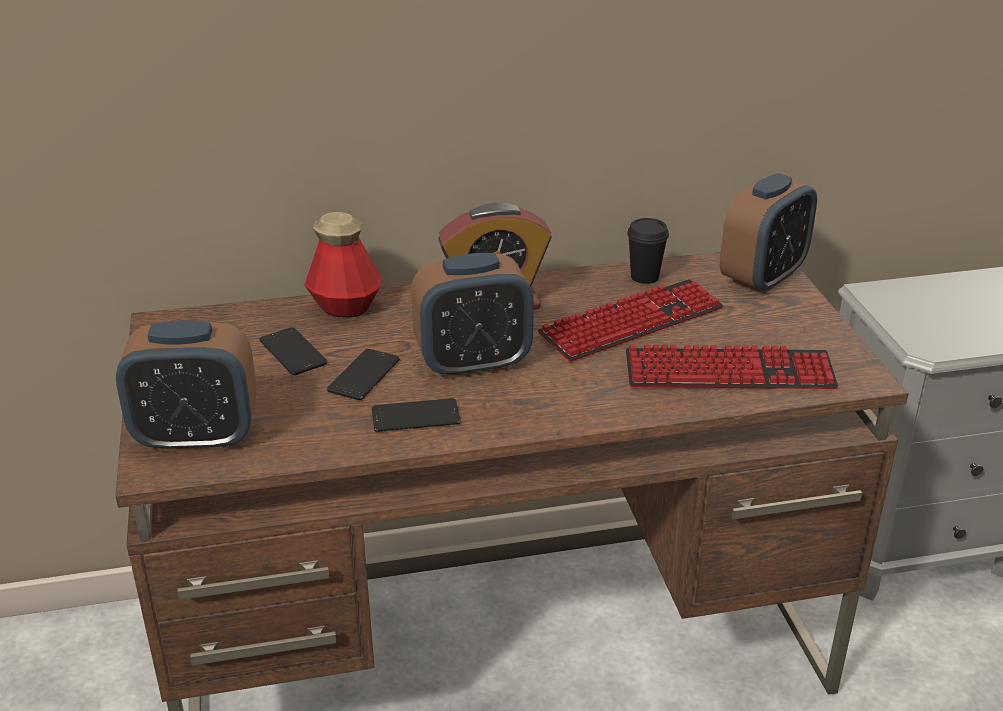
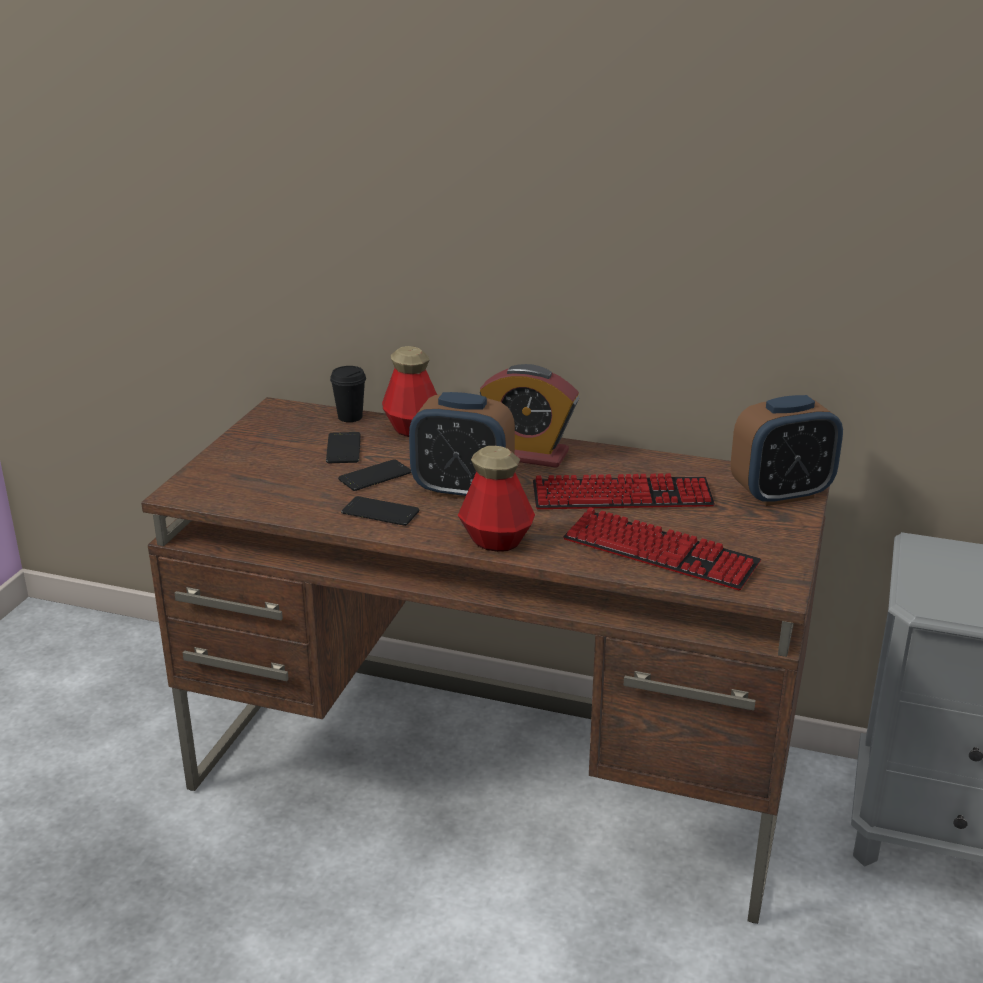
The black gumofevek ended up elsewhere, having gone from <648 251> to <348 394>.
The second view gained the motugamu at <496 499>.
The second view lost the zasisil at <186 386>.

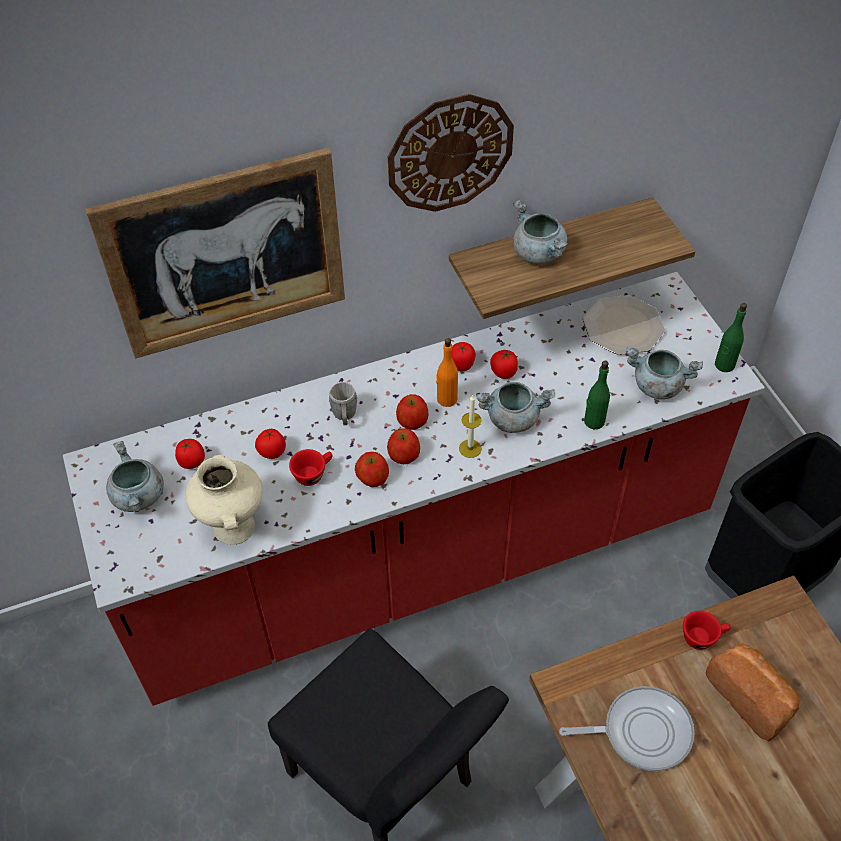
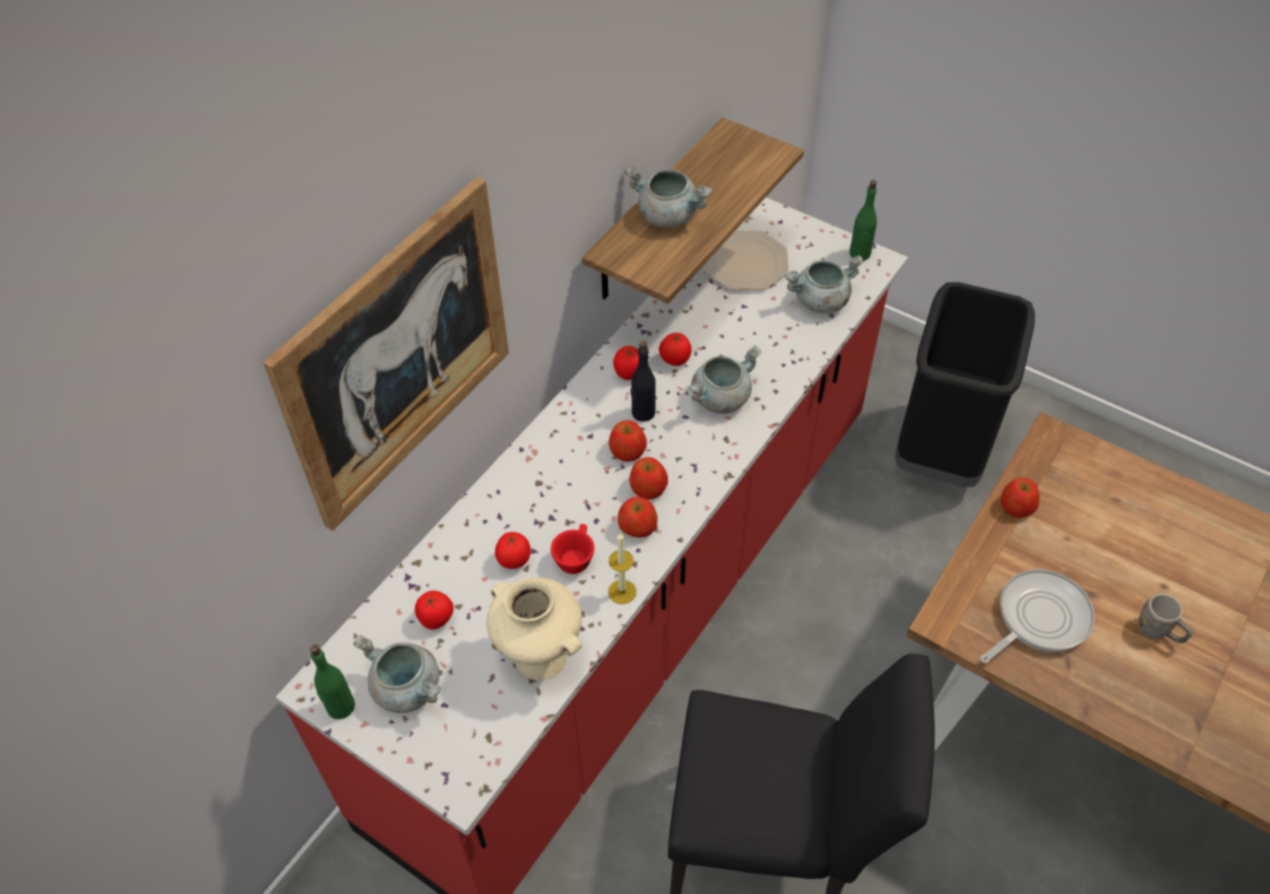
The green motugamu ended up elsewhere, having gone from <597 395> to <332 682>.
The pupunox ended up elsewhere, having gone from <470 426> to <622 568>.
What was the orange motugamu at <447 372> turned into the black motugamu at <643 381>.
Where the red gumofevek stood at <707 630>, the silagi came to stand at <1020 498>.
The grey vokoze ended up elsewhere, having gone from <343 403> to <1165 618>.
The second view lost the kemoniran at <451 153>.
The second view lost the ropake at <753 692>.

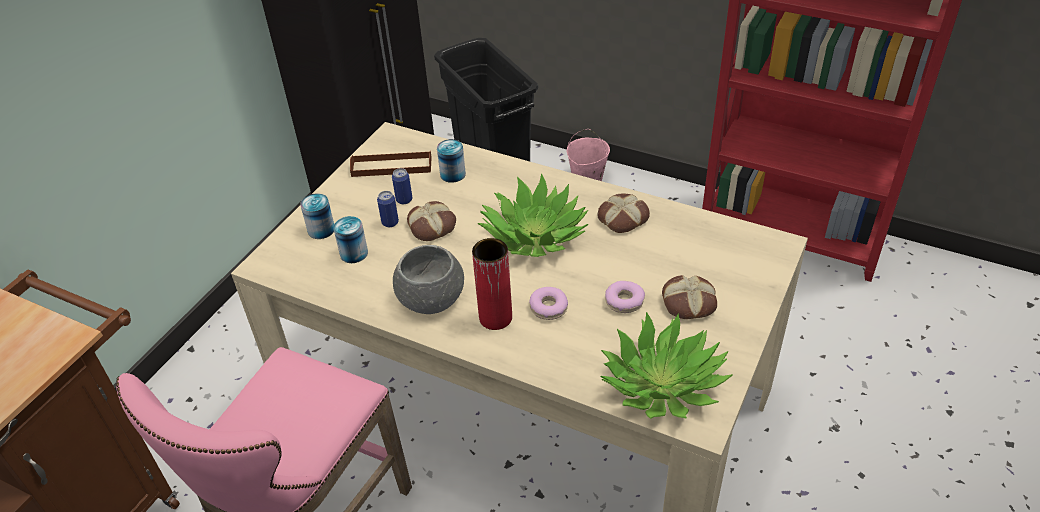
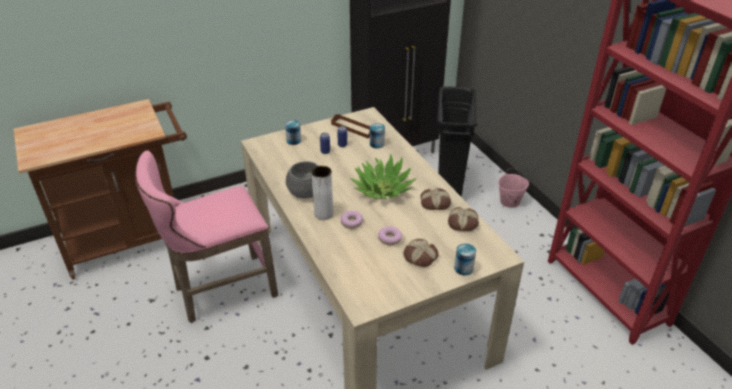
What was the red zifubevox at <492 284> turned into the white zifubevox at <322 193>.
The ropake ended up elsewhere, having gone from <431 221> to <463 219>.
The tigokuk ended up elsewhere, having gone from <350 239> to <465 259>.
The second view lost the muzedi at <666 365>.

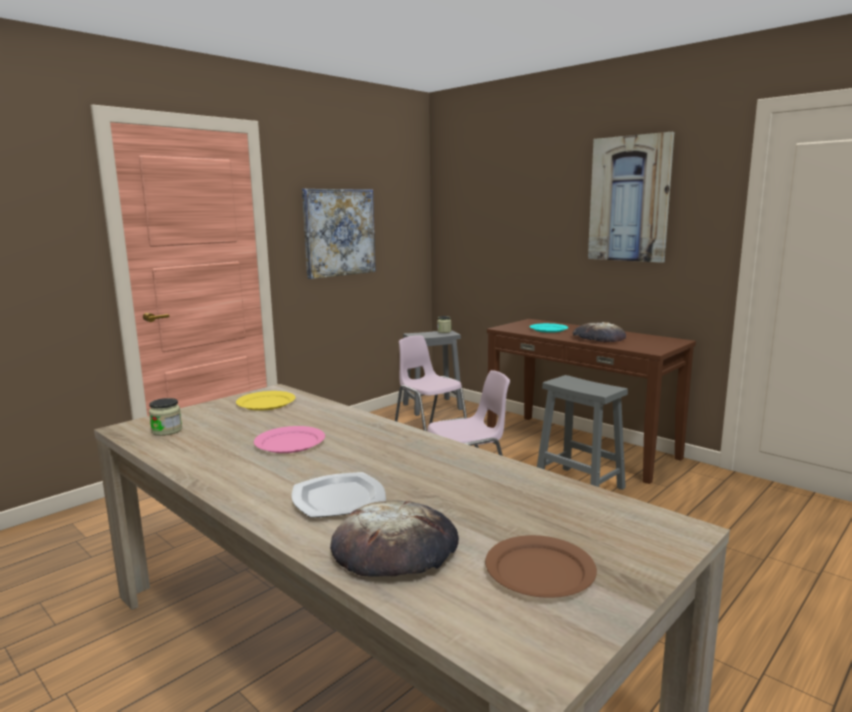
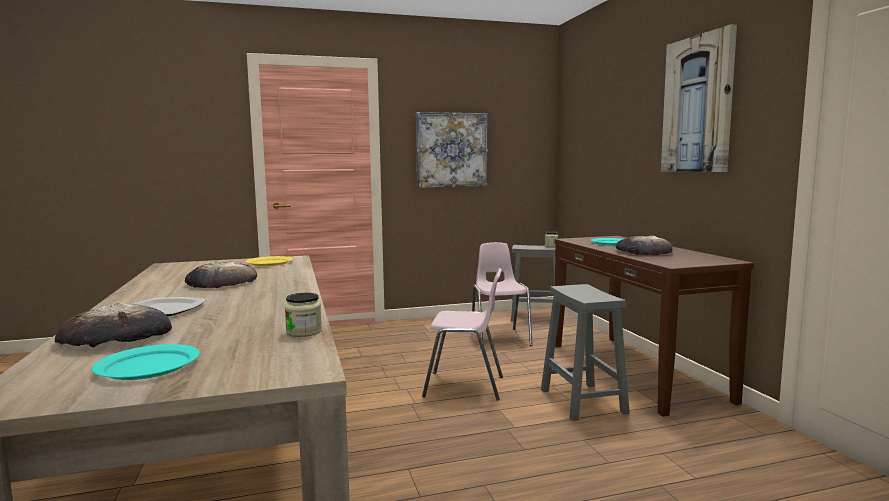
What was the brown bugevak at <541 566> turned into the turquoise bugevak at <145 362>.
Where the pink bugevak stood at <289 439>, the ropake came to stand at <221 274>.
The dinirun ended up elsewhere, having gone from <165 417> to <303 315>.

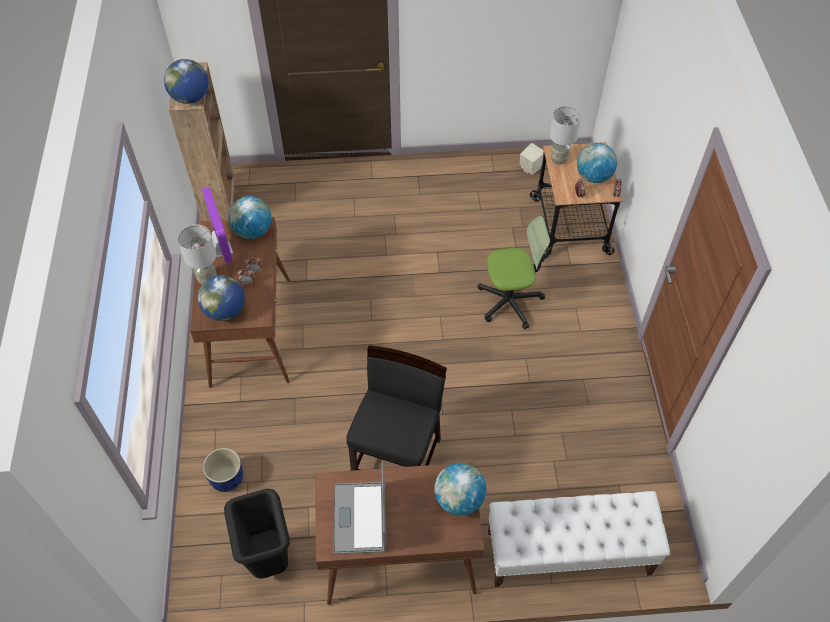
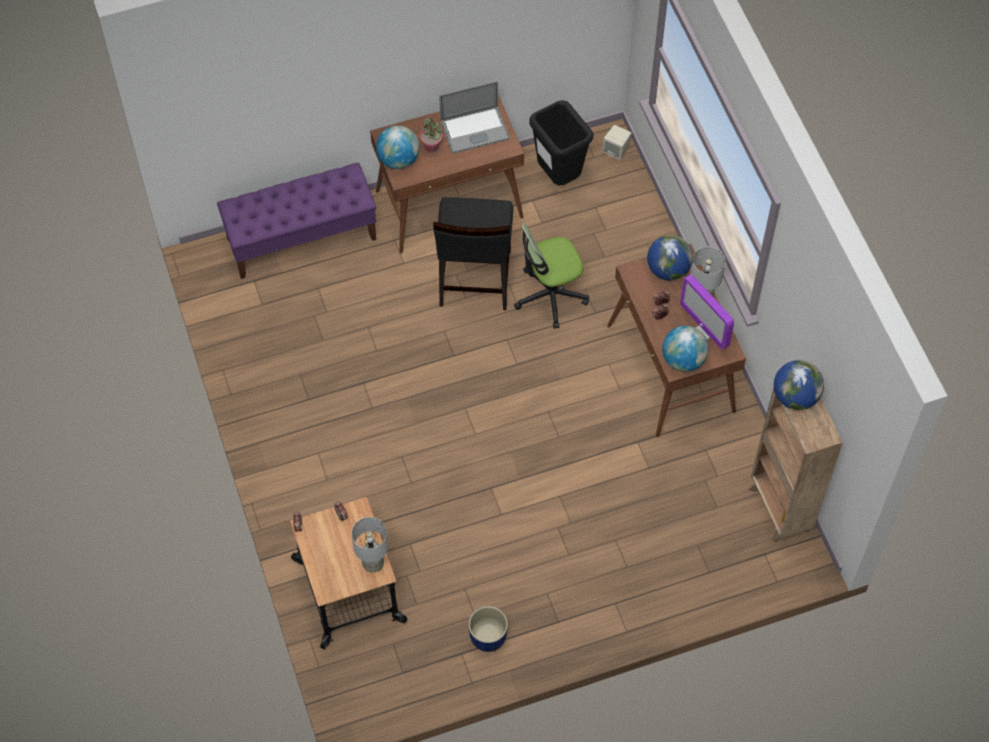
What was the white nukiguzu at <579 539> turned into the purple nukiguzu at <296 221>.
The second view gained the muzedi at <431 135>.
The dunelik at <360 508> ended up facing another way, 90 degrees clockwise from before.
The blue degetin ended up elsewhere, having gone from <223 470> to <488 629>.
The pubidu ended up elsewhere, having gone from <513 272> to <551 276>.
The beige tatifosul ended up elsewhere, having gone from <532 159> to <617 142>.
The second view lost the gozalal at <597 163>.

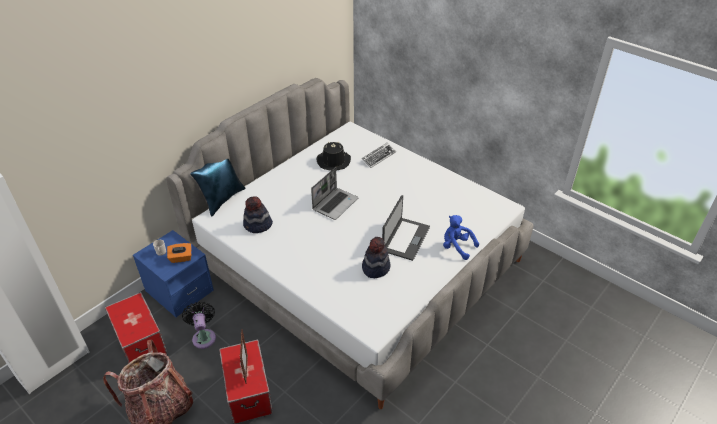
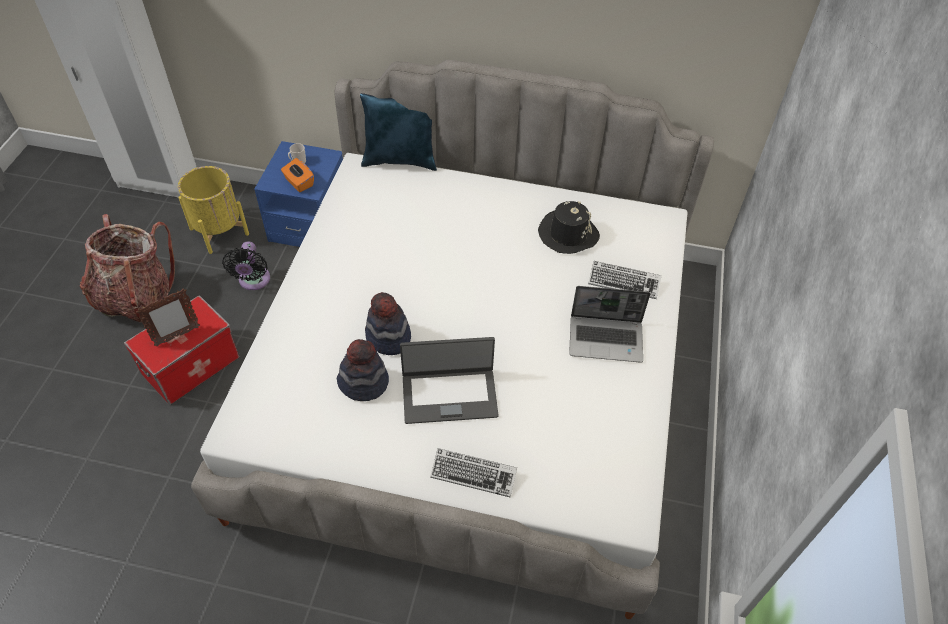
Where the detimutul stood at <136 327>, the yellow degetin came to stand at <213 210>.
The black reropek at <199 325> ended up facing another way, 135 degrees clockwise from before.
The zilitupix ended up elsewhere, having gone from <258 214> to <388 323>.
Where the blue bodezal stood at <461 237>, the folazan came to stand at <473 472>.
The dunelik ended up elsewhere, having gone from <335 193> to <609 324>.

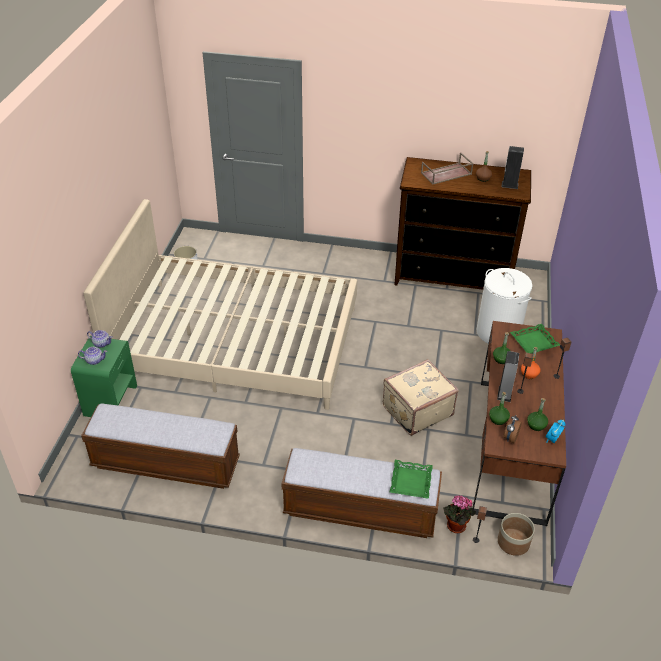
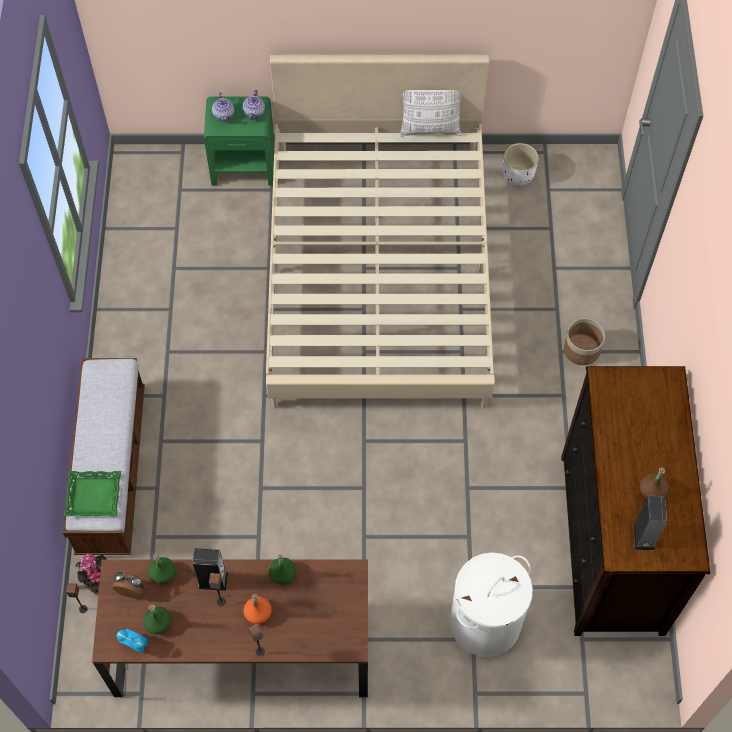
The second view gained the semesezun at <431 113>.
The degetin ended up elsewhere, having gone from <516 534> to <584 341>.
The second view lost the nukiguzu at <160 446>.
The second view lost the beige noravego at <421 397>.
The second view lost the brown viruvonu at <447 168>.
The second view lost the green viruvonu at <535 339>.

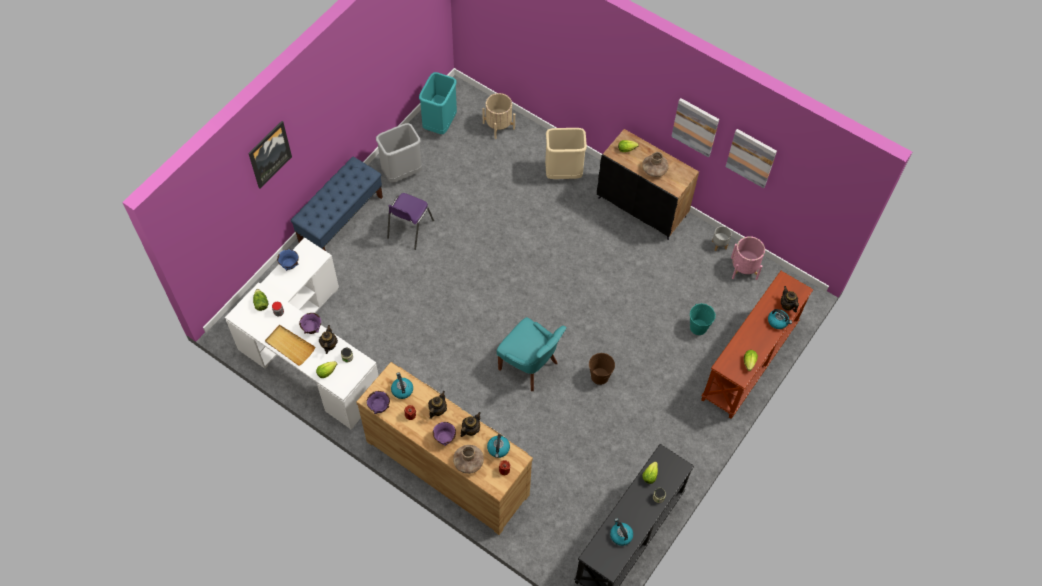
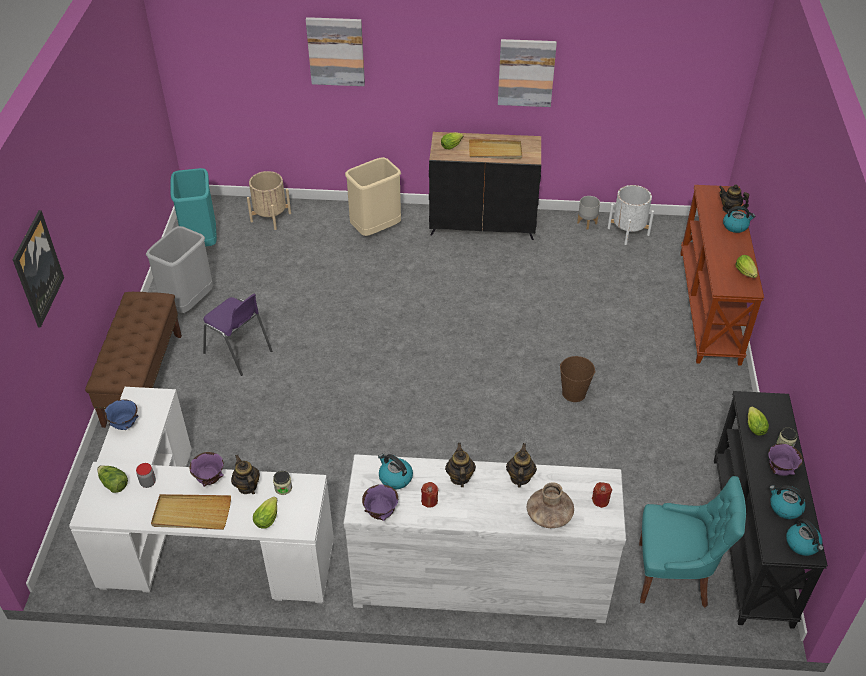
What was the blue nukiguzu at <337 204> turned into the brown nukiguzu at <133 360>.
The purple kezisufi at <410 221> ended up facing another way, 45 degrees counterclockwise from before.
The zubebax ended up elsewhere, having gone from <751 158> to <335 51>.
What was the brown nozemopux at <444 448> turned into the white nozemopux at <484 538>.
Where the brown zifubevox stood at <655 164>, the beige viruvonu came to stand at <495 149>.
What was the pink degetin at <748 258> turned into the white degetin at <631 215>.
The turquoise kezisufi ended up elsewhere, having gone from <532 354> to <692 541>.
The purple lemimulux ended up elsewhere, having gone from <444 434> to <785 460>.
The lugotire ended up elsewhere, having gone from <498 446> to <805 537>.
The second view lost the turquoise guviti at <703 319>.

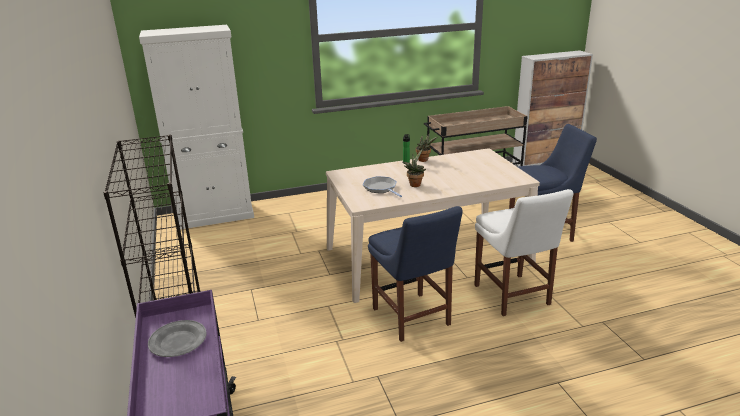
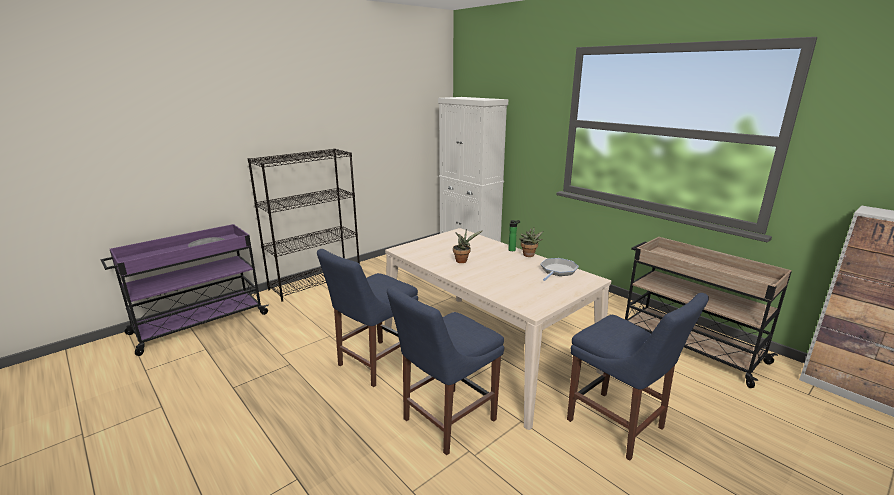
What was the white kezisufi at <524 252> turned into the blue kezisufi at <445 370>.
The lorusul ended up elsewhere, having gone from <382 186> to <559 269>.

